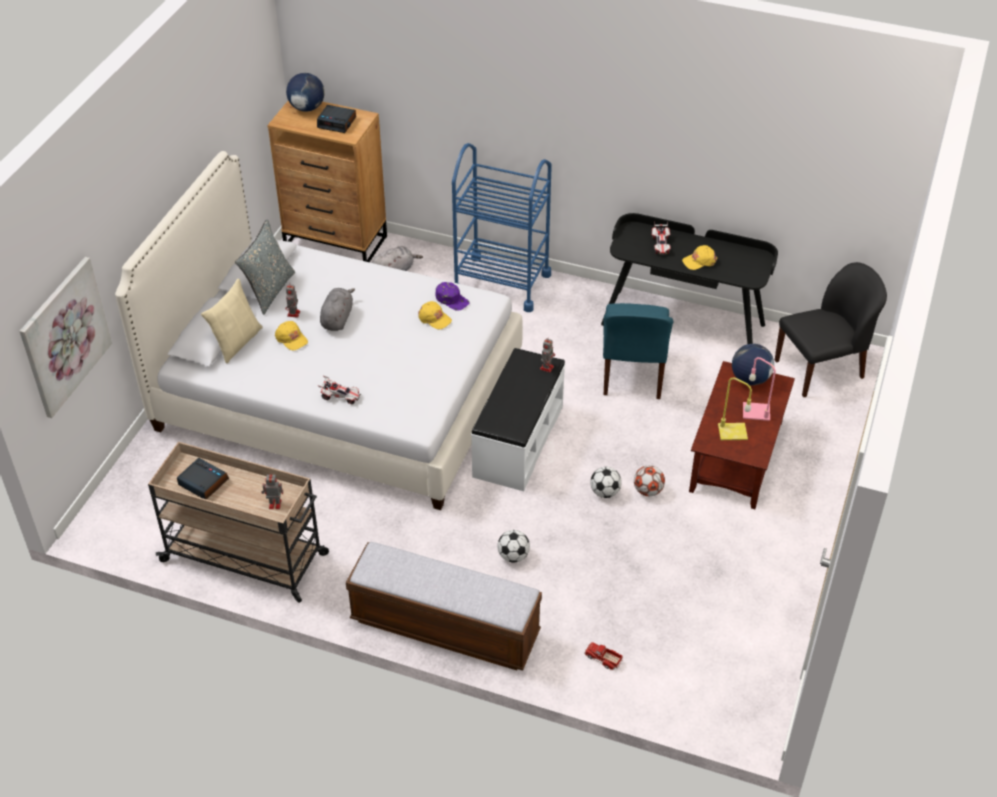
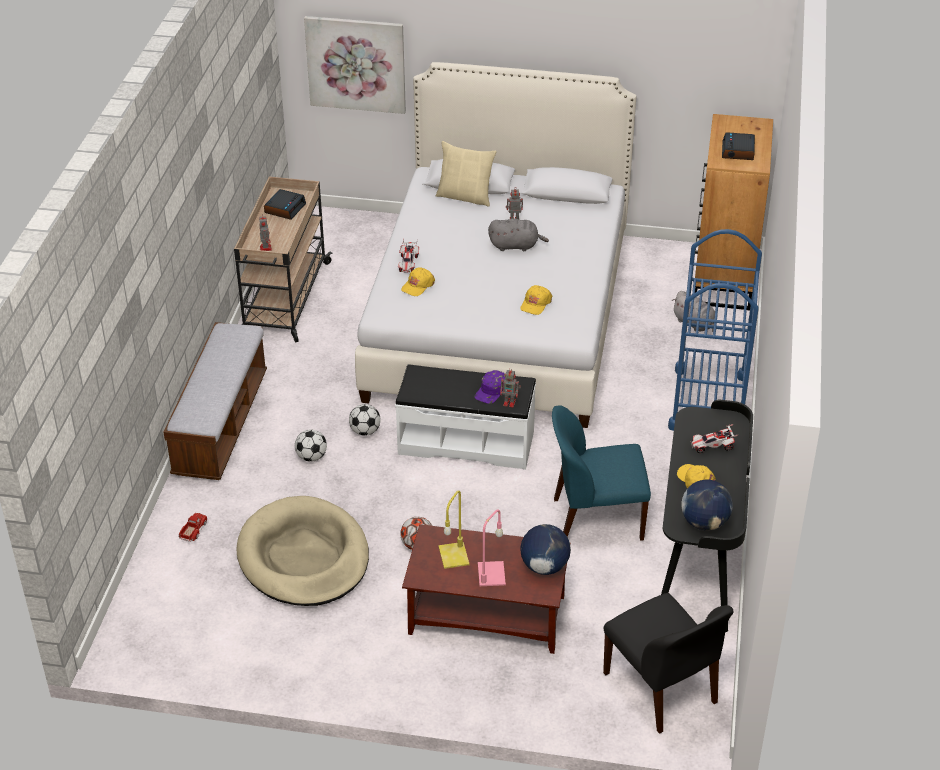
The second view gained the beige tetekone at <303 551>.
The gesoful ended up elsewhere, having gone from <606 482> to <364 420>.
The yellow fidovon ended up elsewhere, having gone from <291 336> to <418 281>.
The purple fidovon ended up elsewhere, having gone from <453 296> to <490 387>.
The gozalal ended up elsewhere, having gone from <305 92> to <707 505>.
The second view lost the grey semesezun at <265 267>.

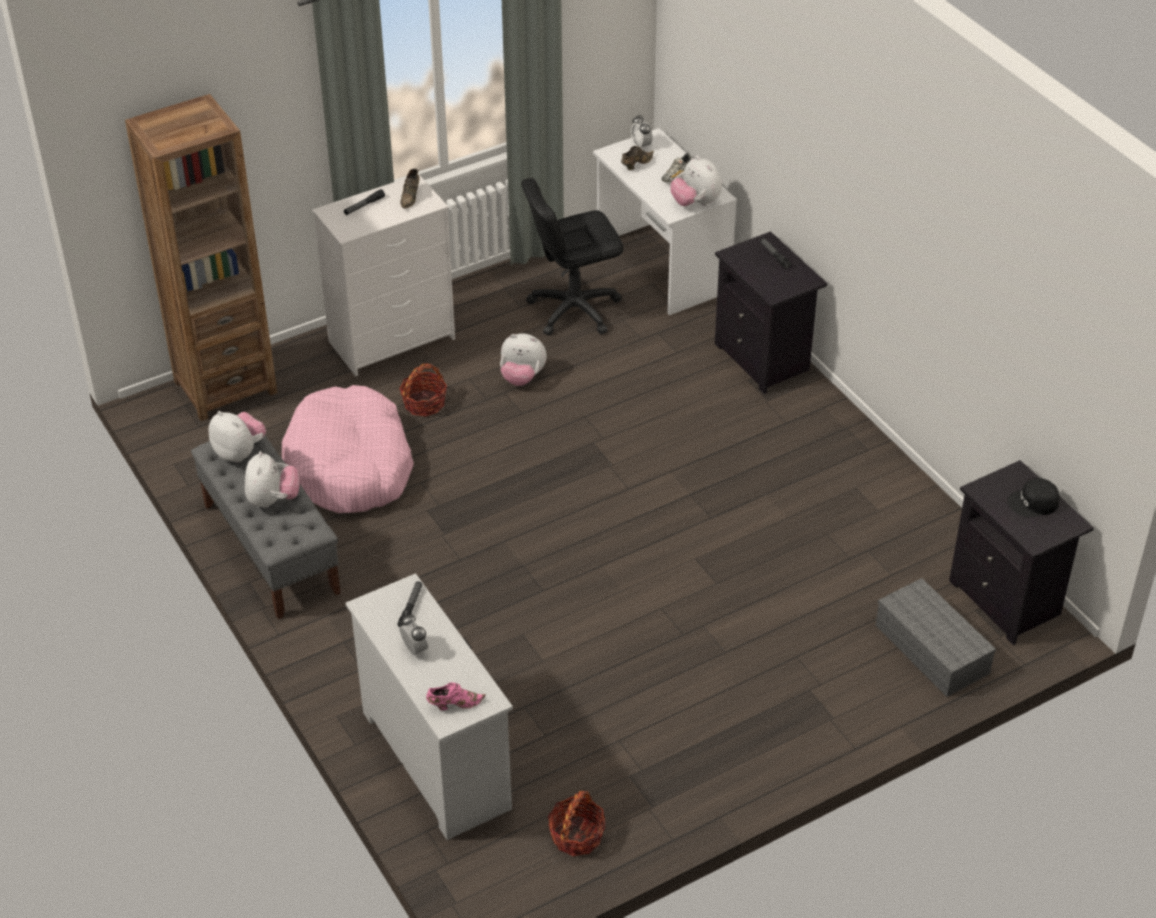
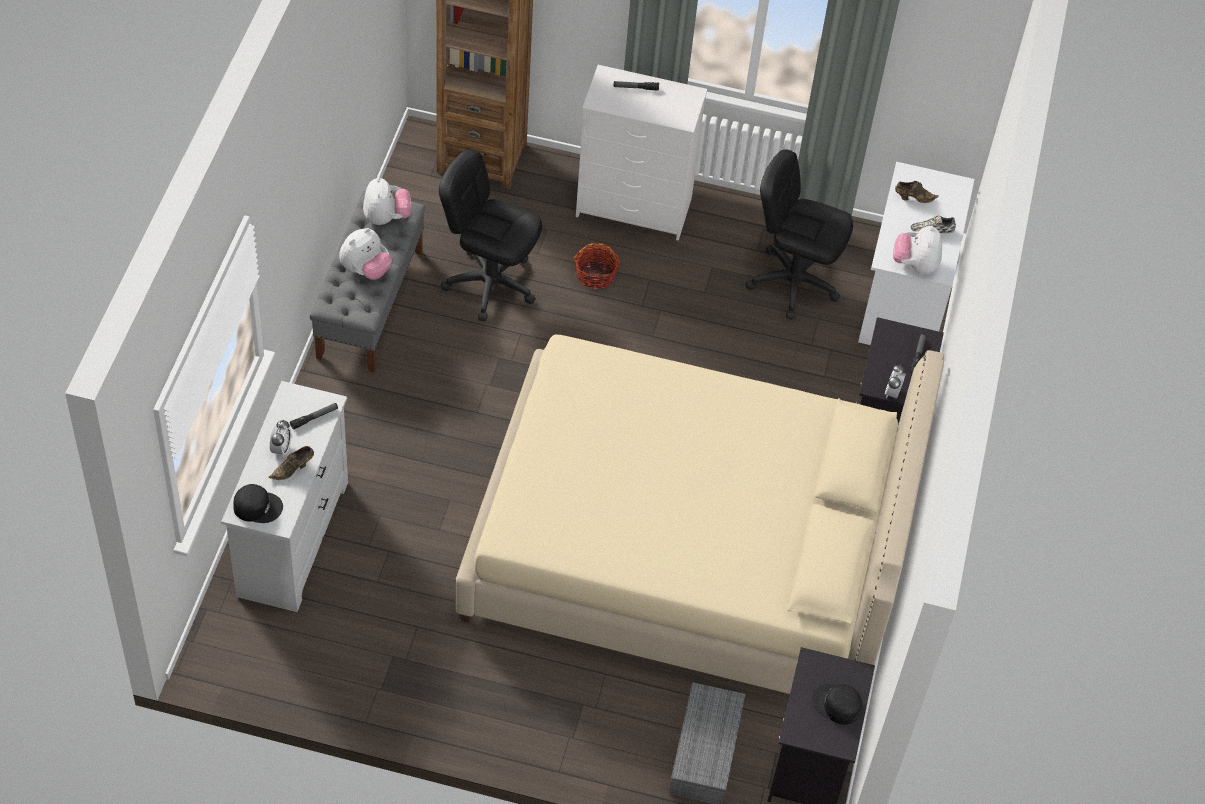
Where the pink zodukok stood at <456 696>, the black fidovon came to stand at <258 503>.
The brown zodukok ended up elsewhere, having gone from <410 188> to <291 463>.
Where the pink tetekone stood at <348 449>, the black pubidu came to stand at <490 235>.
The second view gained the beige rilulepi at <700 514>.
The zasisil ended up elsewhere, having gone from <642 132> to <895 381>.
The second view lost the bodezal at <523 359>.
The second view lost the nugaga at <577 823>.

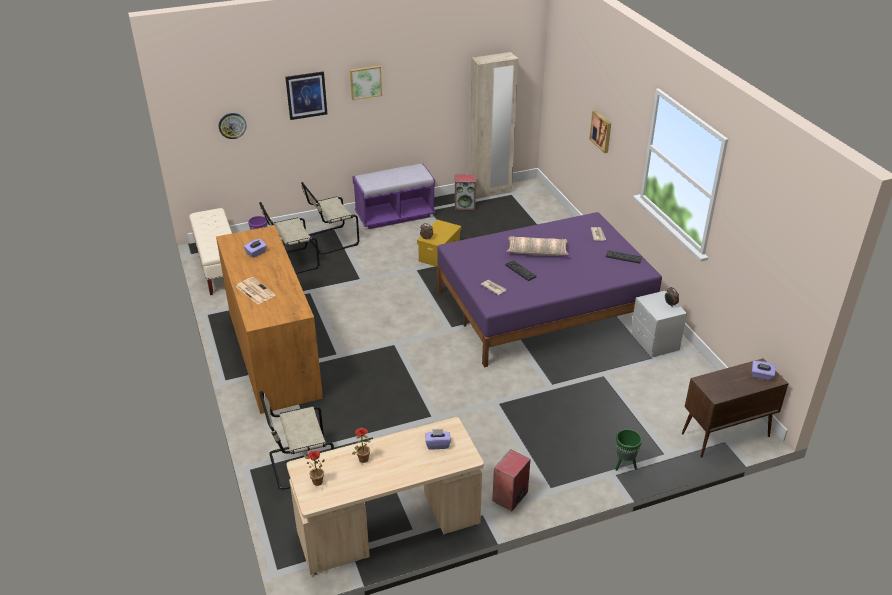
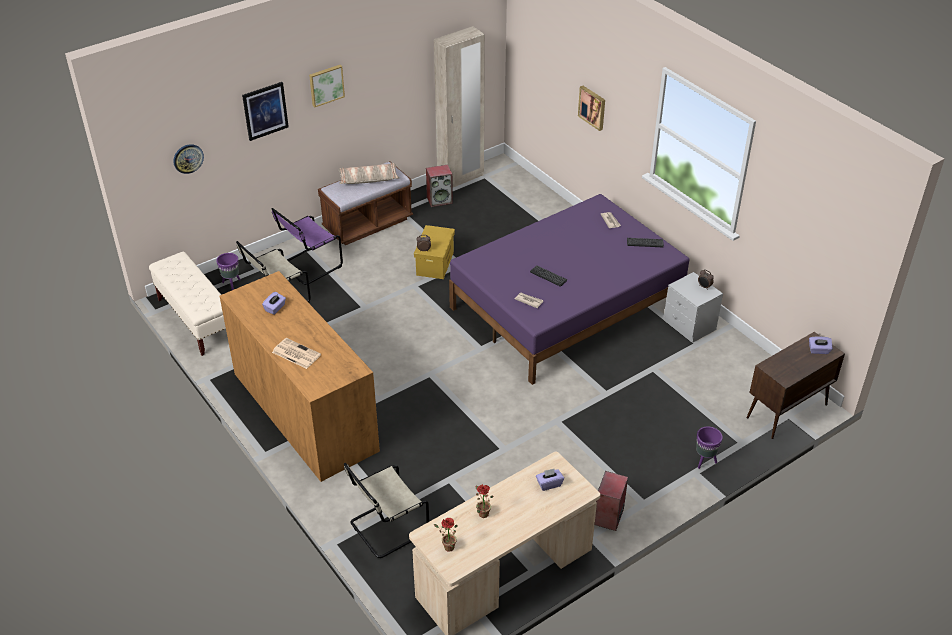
What was the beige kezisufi at <330 218> turned into the purple kezisufi at <307 246>.
What was the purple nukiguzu at <394 196> turned into the brown nukiguzu at <365 203>.
The semesezun ended up elsewhere, having gone from <538 246> to <369 173>.
What was the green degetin at <628 450> turned into the purple degetin at <709 447>.

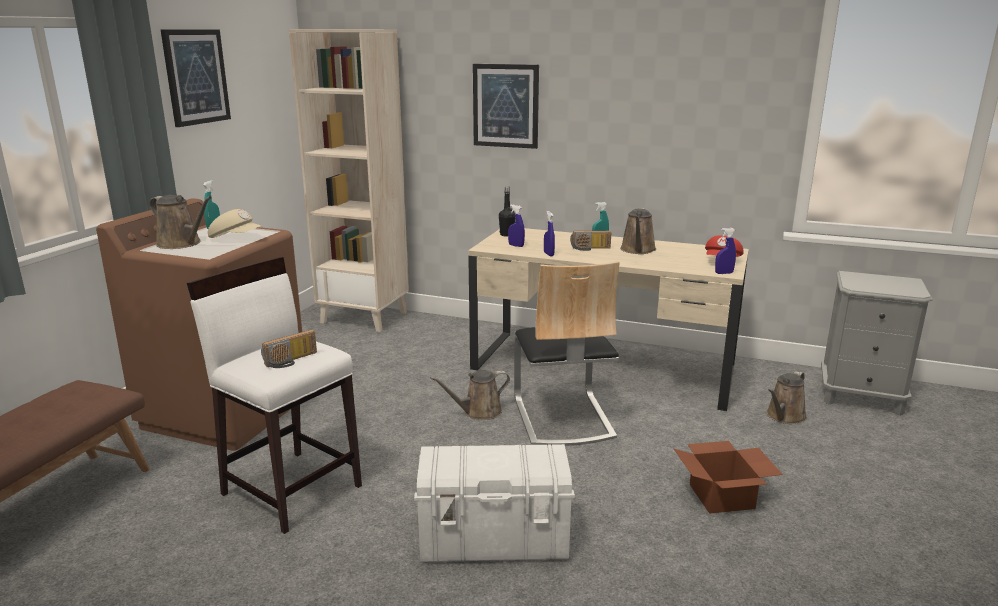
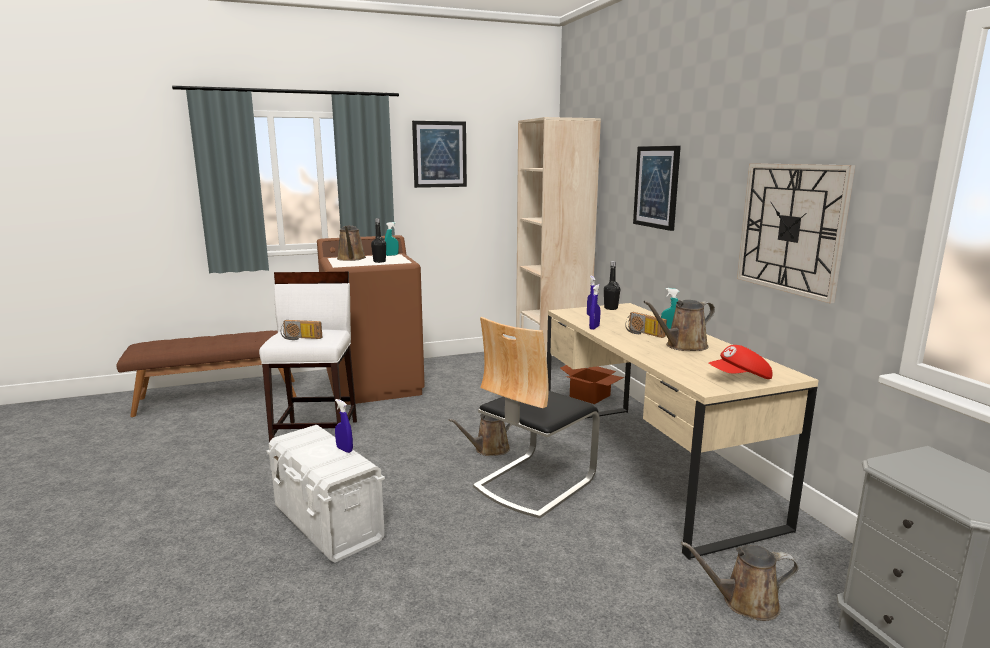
The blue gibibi ended up elsewhere, having gone from <725 251> to <344 426>.
Where the beige fidovon stood at <234 223>, the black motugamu came to stand at <378 240>.
The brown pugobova at <470 395> ended up facing another way, 60 degrees counterclockwise from before.
The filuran ended up elsewhere, having gone from <728 477> to <592 384>.
The second view gained the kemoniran at <796 233>.

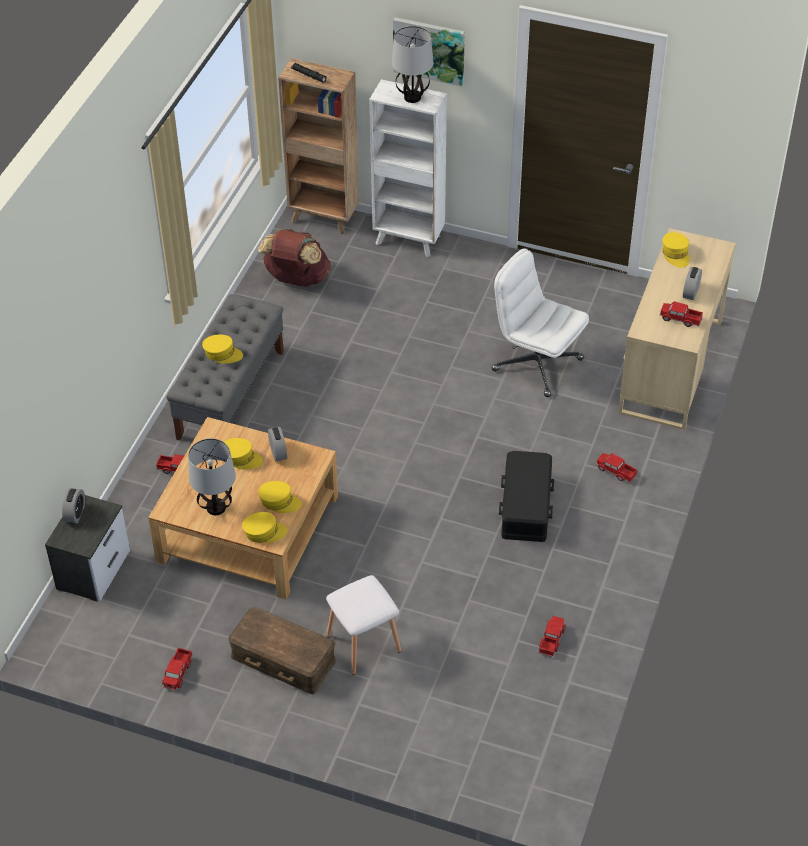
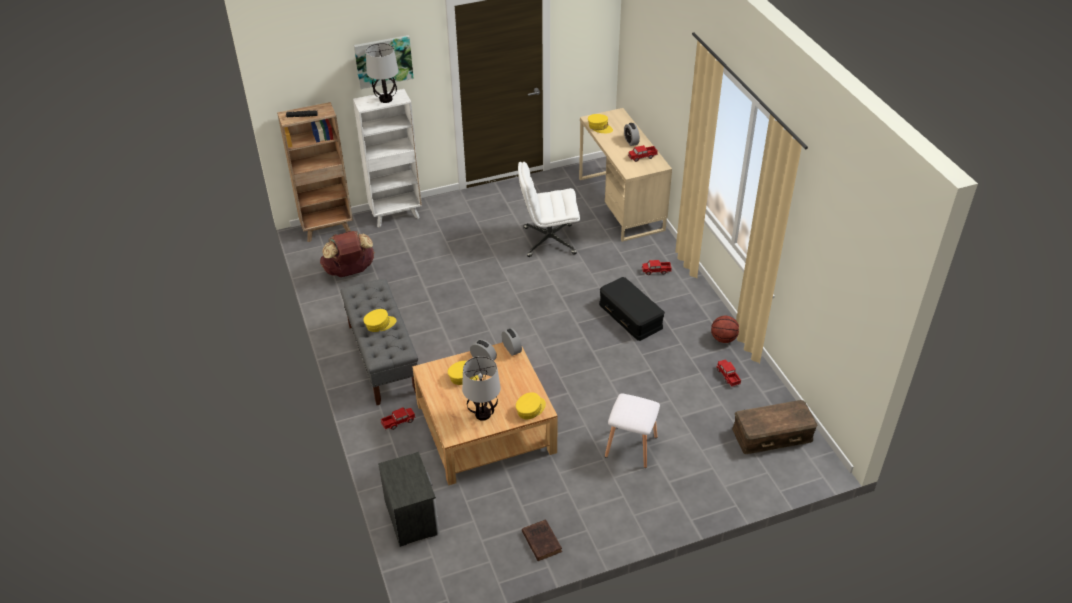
The zasisil ended up elsewhere, having gone from <73 505> to <512 342>.
Where the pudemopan stood at <177 669>, the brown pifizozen came to stand at <542 540>.
The second view gained the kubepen at <725 329>.
The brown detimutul ended up elsewhere, having gone from <282 650> to <774 427>.
The second view lost the yellow fidovon at <280 497>.

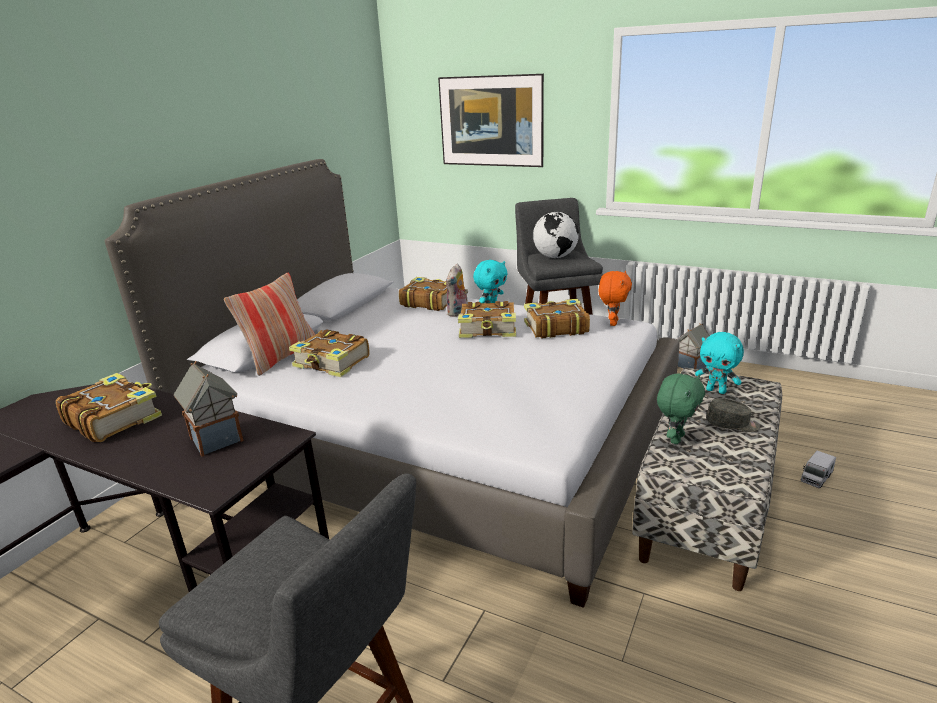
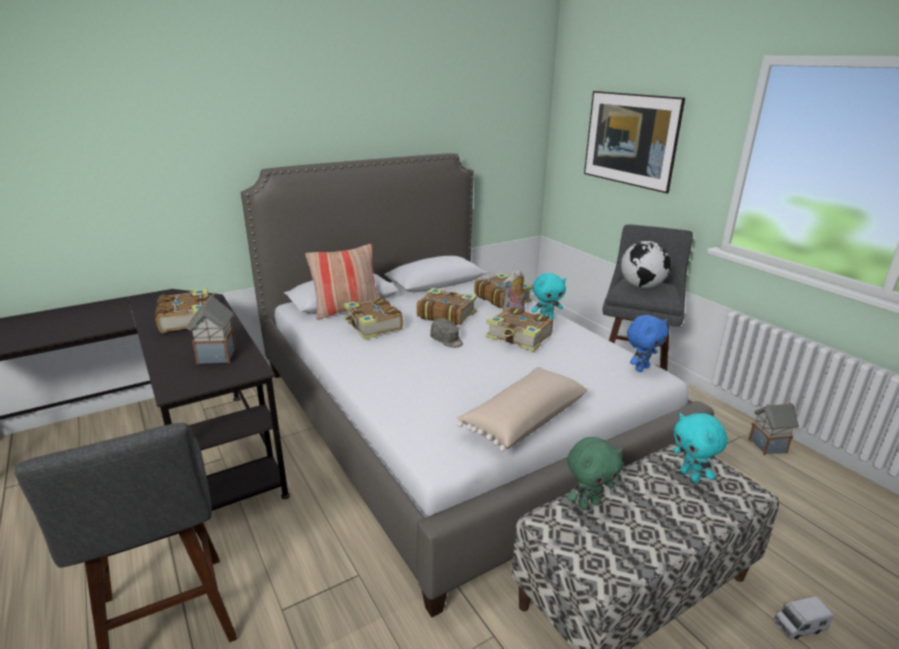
The pifizozen ended up elsewhere, having gone from <557 319> to <446 306>.
The grey fidovon ended up elsewhere, having gone from <732 415> to <446 333>.
The second view gained the beige semesezun at <522 409>.
What was the orange bodezal at <615 298> turned into the blue bodezal at <648 343>.

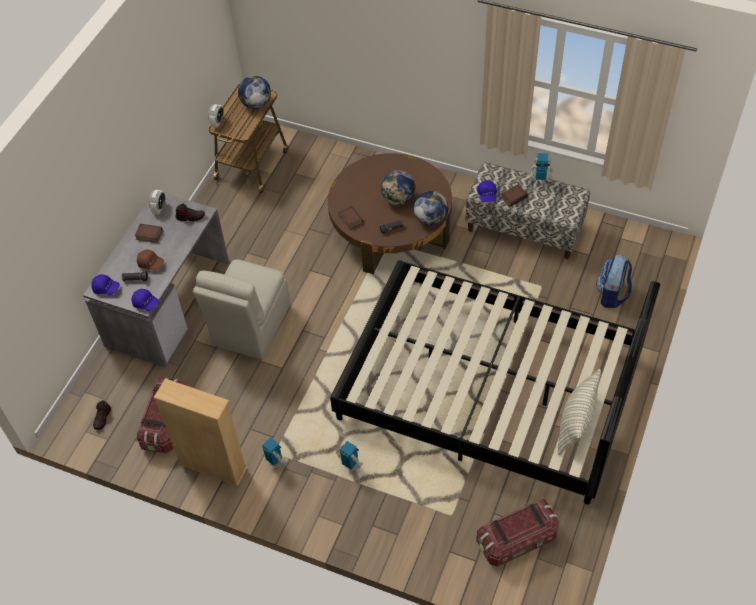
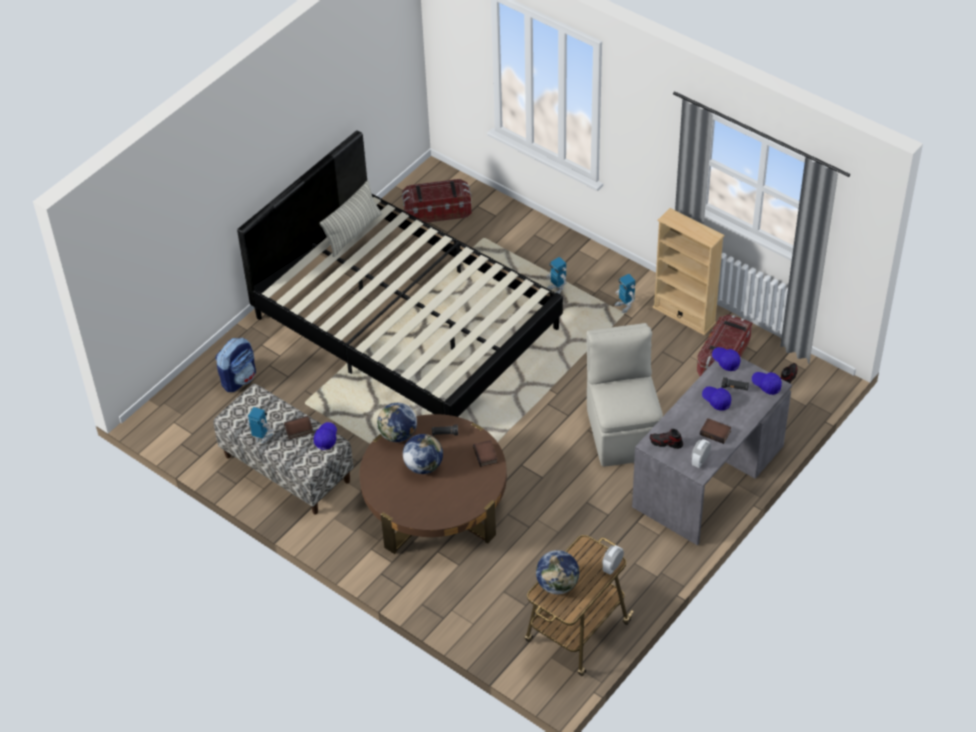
The beige kezisufi at <241 309> ended up facing another way, 45 degrees counterclockwise from before.
What was the brown fidovon at <150 260> turned into the blue fidovon at <716 398>.

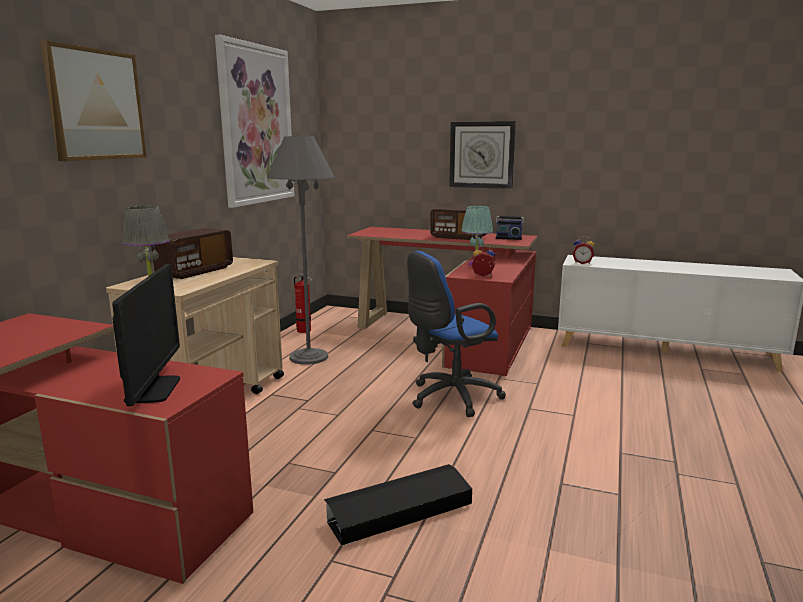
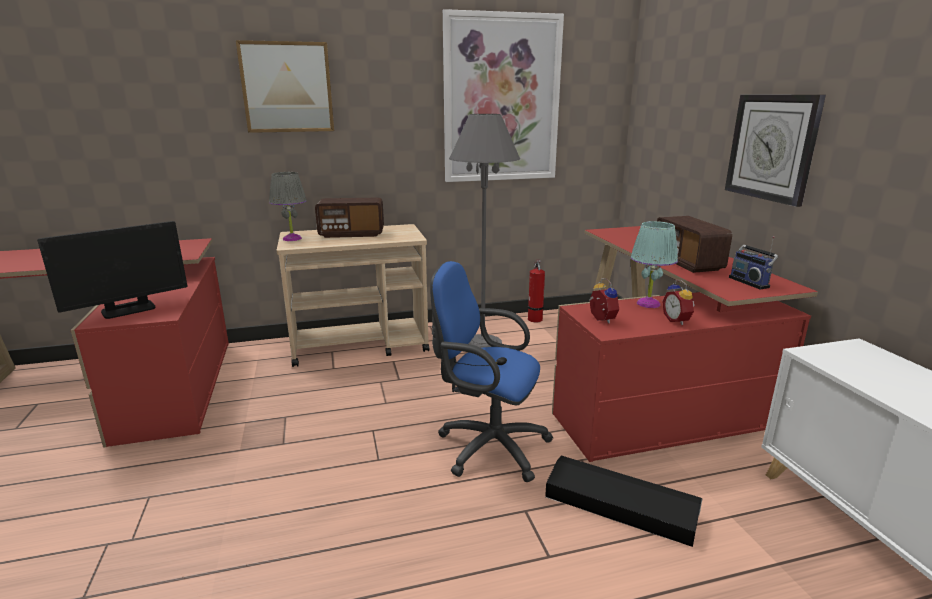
The black detimutul ended up elsewhere, having gone from <398 505> to <624 501>.
The zasisil ended up elsewhere, having gone from <583 250> to <678 302>.

